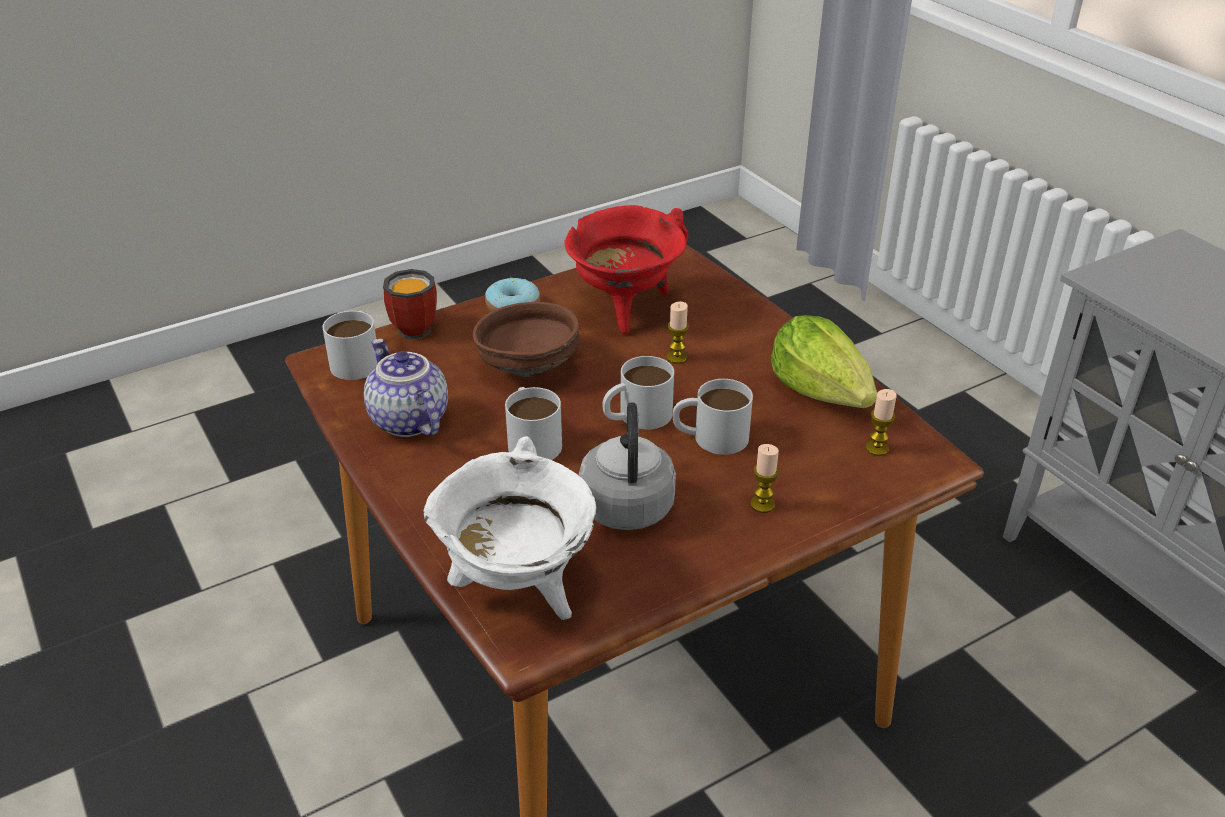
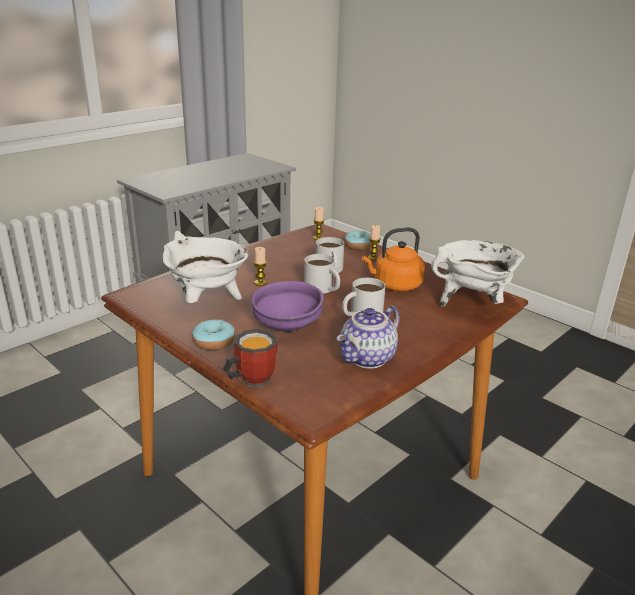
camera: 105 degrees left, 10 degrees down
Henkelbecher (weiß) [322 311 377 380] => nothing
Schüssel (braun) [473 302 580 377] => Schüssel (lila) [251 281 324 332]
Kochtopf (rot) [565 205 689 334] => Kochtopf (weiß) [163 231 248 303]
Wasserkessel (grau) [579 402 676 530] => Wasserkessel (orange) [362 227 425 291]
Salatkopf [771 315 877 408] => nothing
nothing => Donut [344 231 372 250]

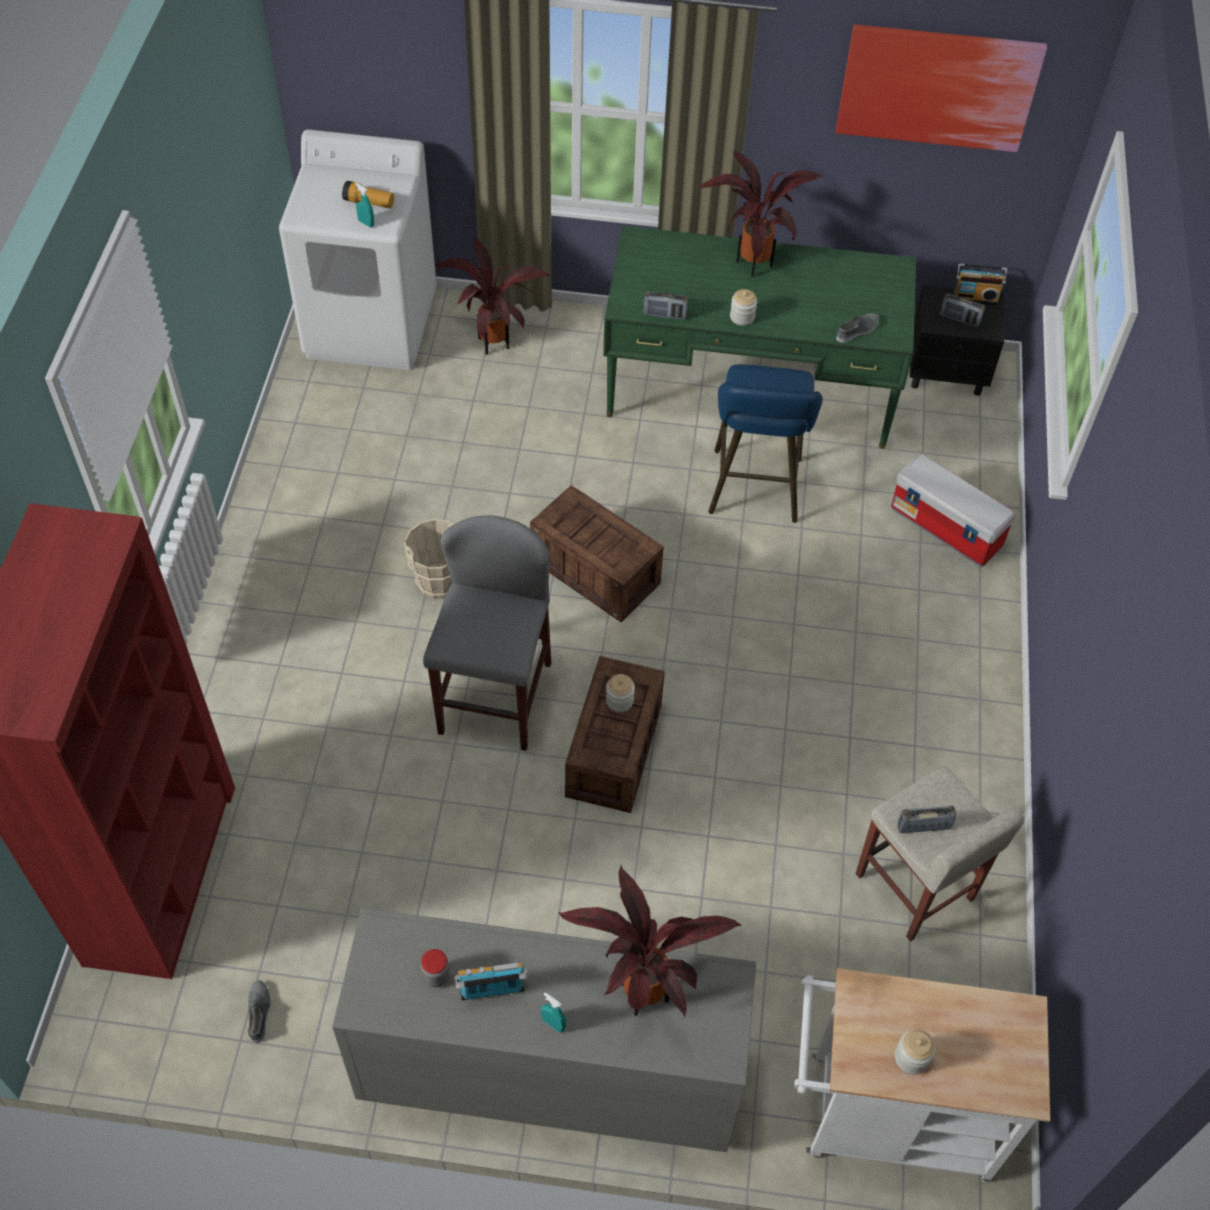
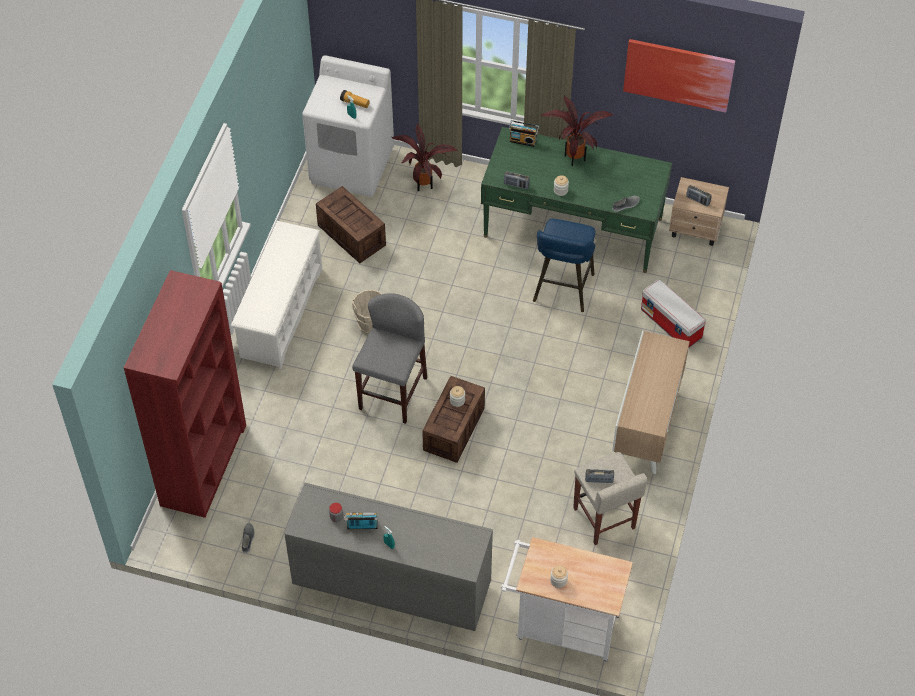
camera: 10 degrees right, 0 degrees up
Kiste [530 485 664 622] => Kiste [316 186 386 263], moved
Topfpflanze [558 866 742 1018] => nothing
Nachttisch (schwarz) [910 286 1004 396] => Nachttisch (beige) [669 177 729 246]
Radio [954 263 1007 305] => Radio [509 120 539 147], moved
nothing => Schuhregal (weiß) [231 221 322 369]
nothing => Schrank [612 331 690 474]

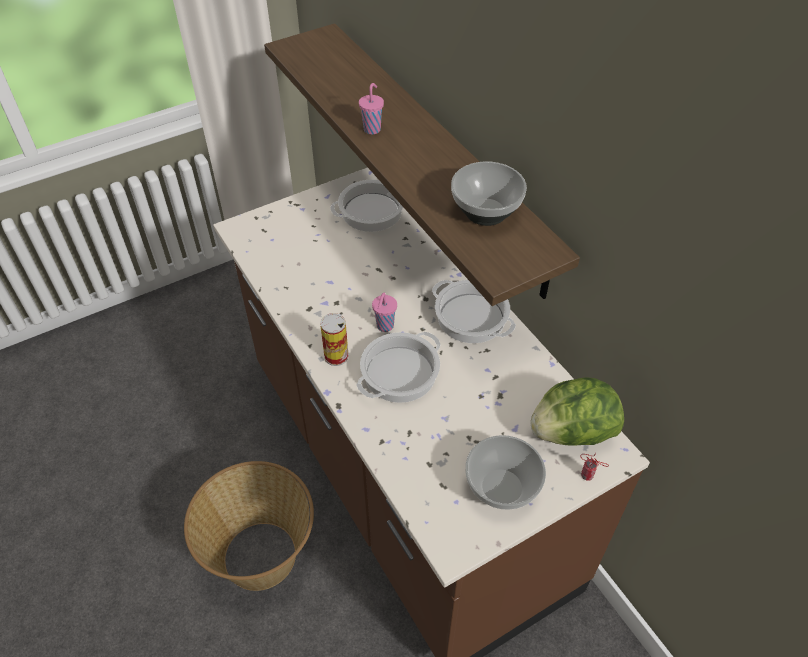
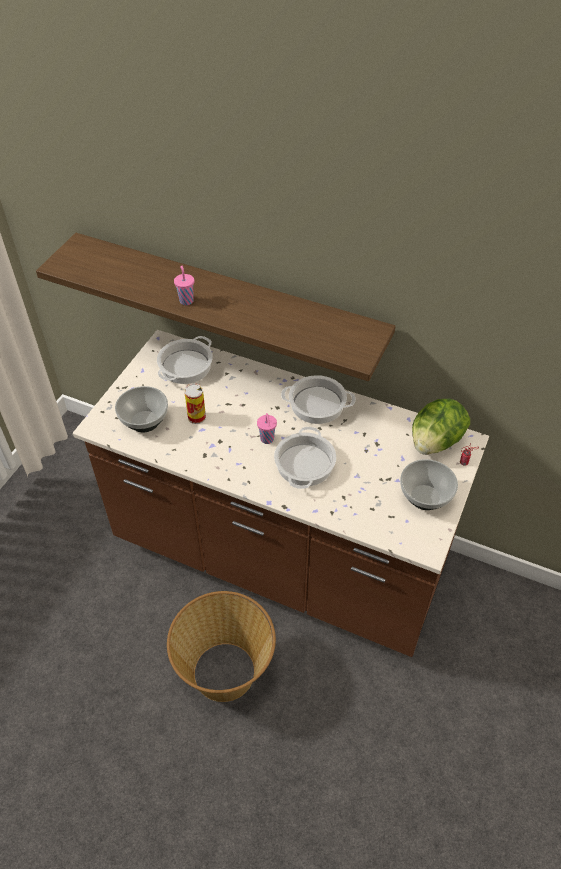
camera: 35 degrees left, 0 degrees up
Dose [320 313 349 366] => Dose [184 384 206 424], moved
Schüssel [451 161 527 226] => Schüssel [115 386 168 432], moved

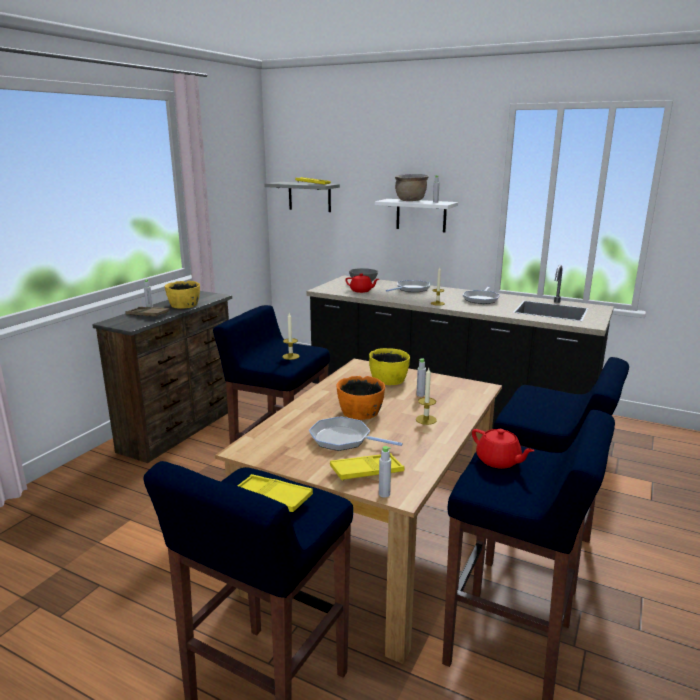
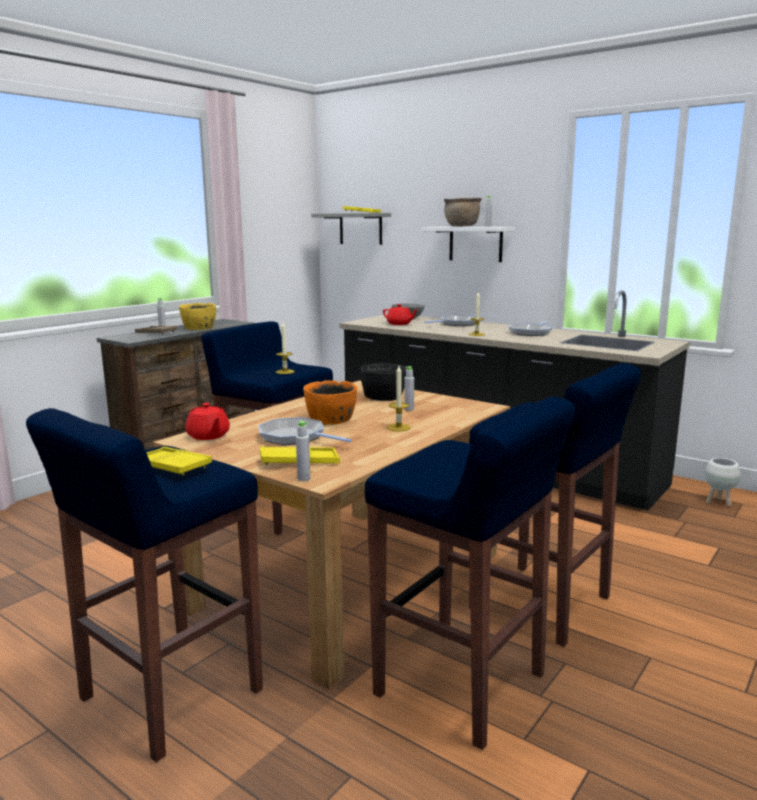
camera: 10 degrees right, 5 degrees down
Schüssel (gelb) [369 348 410 385] => Schüssel (schwarz) [361 363 406 401]
Teekanne (rot) [472 429 535 469] => Teekanne (rot) [185 403 230 440], moved
nothing => Pflanzkübel (weiß) [705 458 740 507]

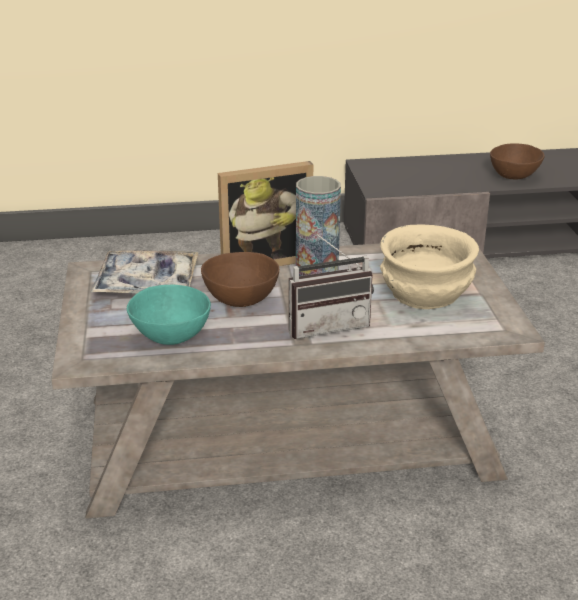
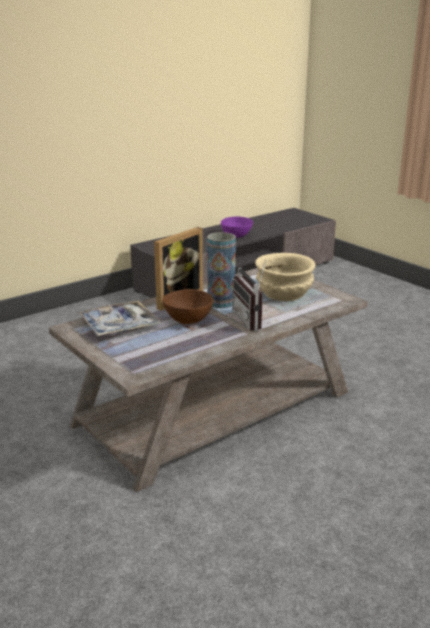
camera: 30 degrees left, 5 degrees down
Schüssel (türkis) [127 285 211 345] => nothing
Radio [289 230 374 339] => Radio [233 259 266 331], 120 degrees clockwise
Schüssel (braun) [490 143 545 179] => Schüssel (lila) [221 216 253 238]

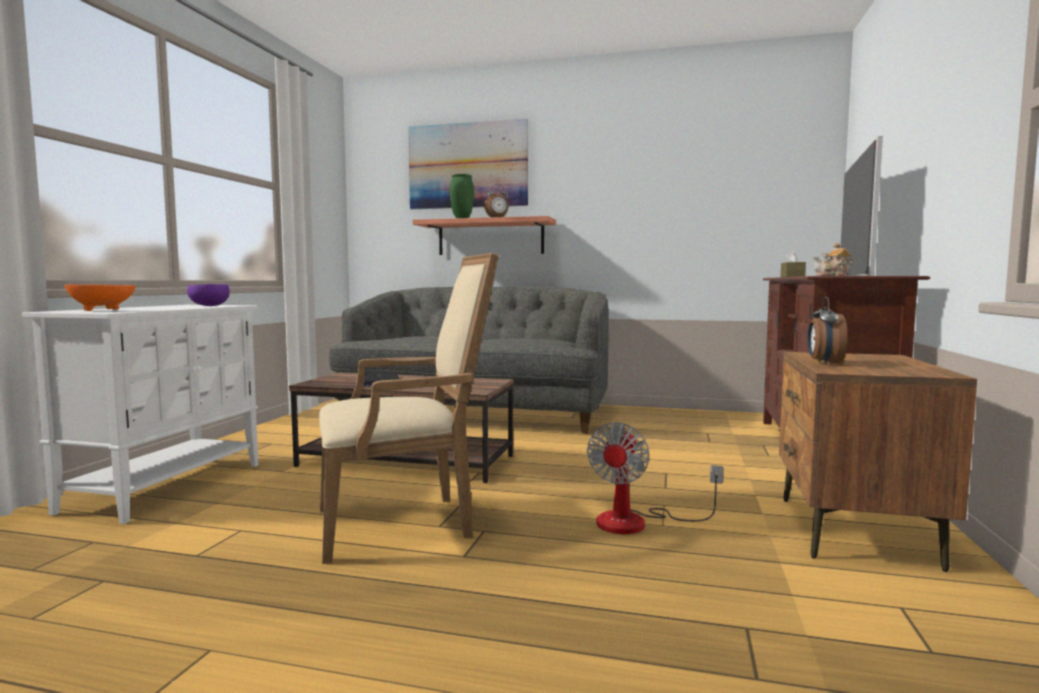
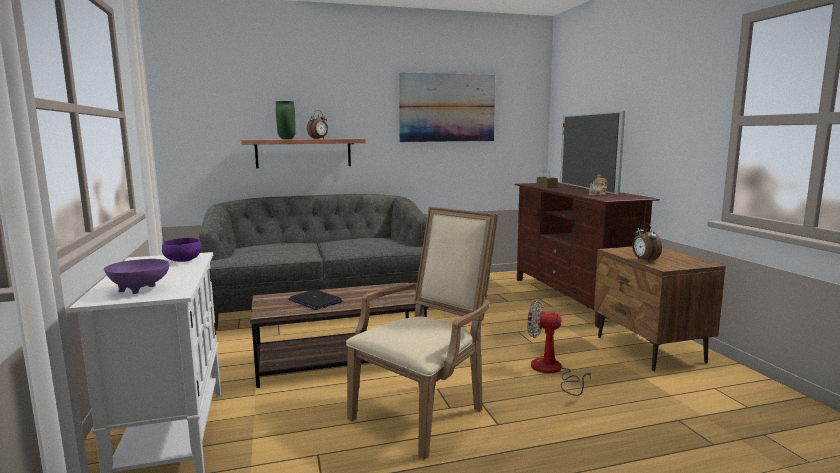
camera: 30 degrees left, 5 degrees up
Schüssel (orange) [64 284 135 311] => Schüssel (lila) [104 259 169 294]
Bild [408 119 528 209] => Bild [399 72 495 142], moved
Ventilator [587 422 723 534] => Ventilator [527 301 592 396], 120 degrees clockwise

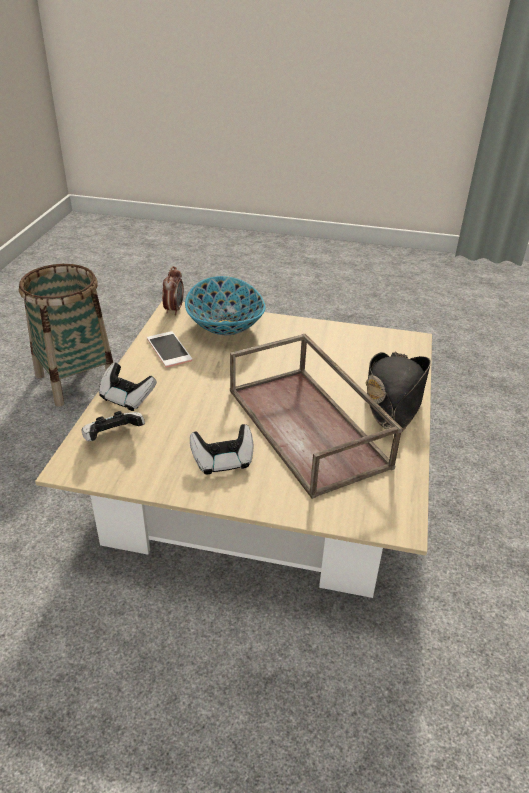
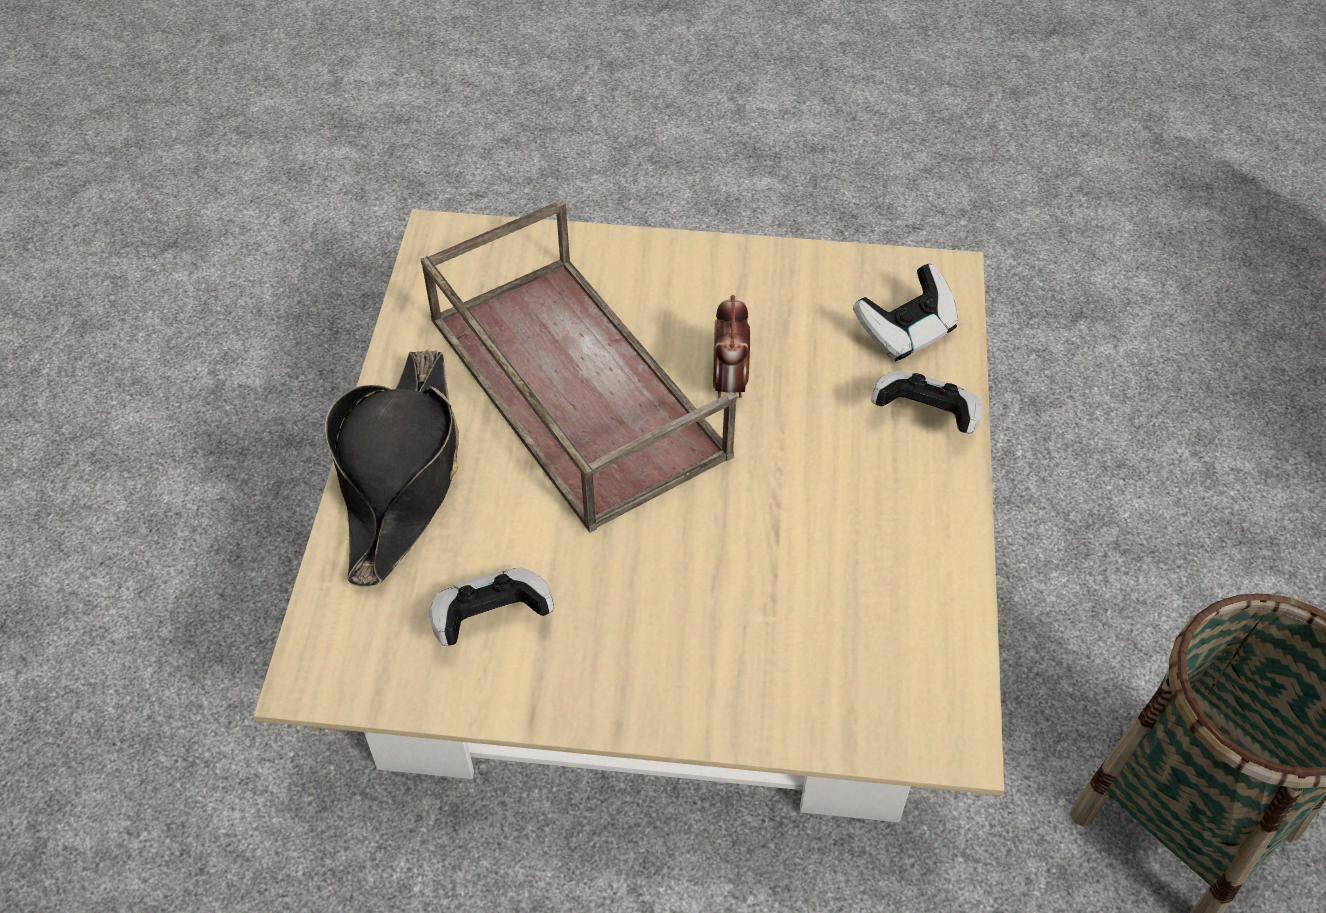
camera: 175 degrees right, 15 degrees up
Handy [147 331 192 367] => nothing
Wecker [162 266 184 315] => Wecker [713 295 750 398], moved
Schüssel [185 276 265 335] => nothing
Gamepad [190 424 253 474] => Gamepad [430 567 554 646], moved

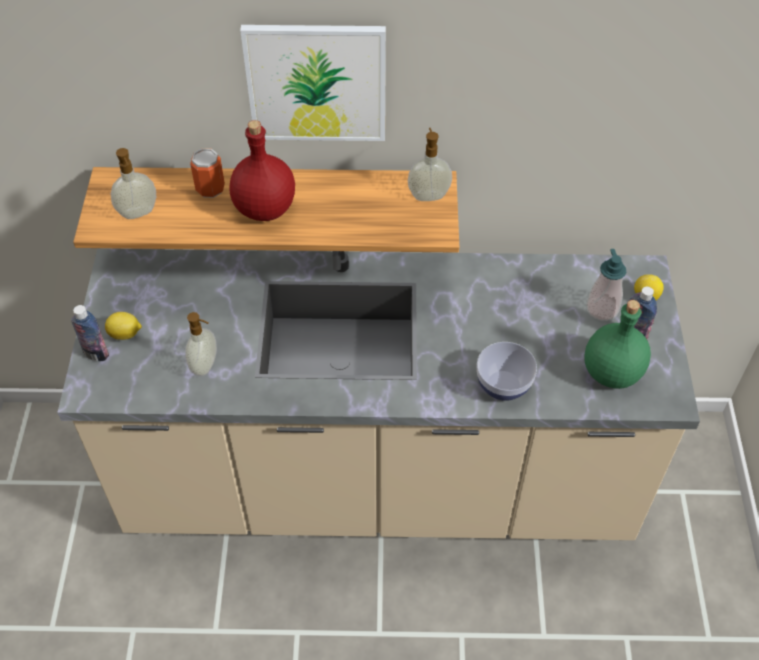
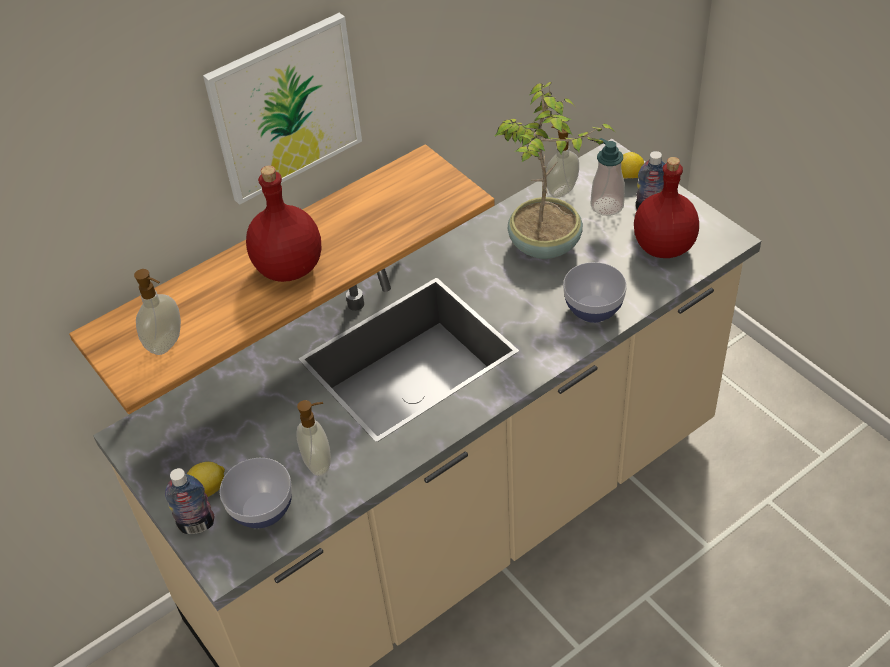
camera: 35 degrees left, 5 degrees down
Dose [190 148 225 198] => nothing
Seifenspender [408 128 452 201] => Seifenspender [546 126 579 198], moved
Flasche (grün) [584 300 651 389] => Flasche (rot) [634 157 699 258]
nothing => Schüssel [220 458 292 528]
nothing => Topfpflanze [494 82 615 259]

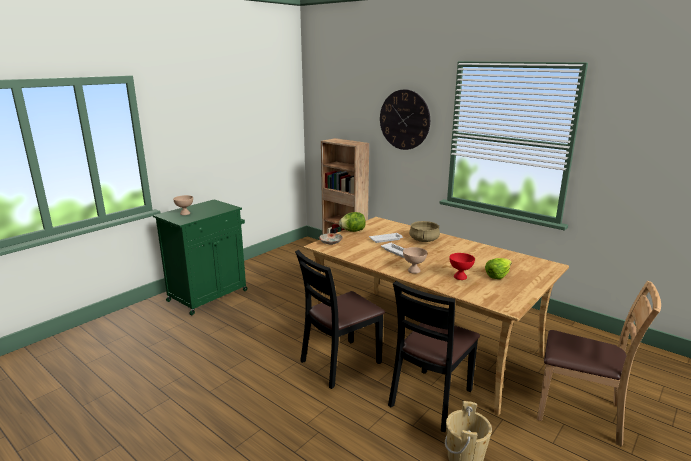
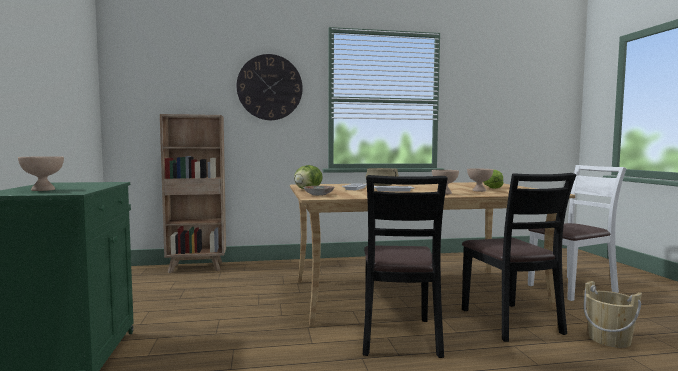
camera: 50 degrees left, 15 degrees down
Schüssel (rot) [449 253 475 280] => Schüssel (beige) [467 169 493 192]
Stuhl (braun) [537 281 661 447] => Stuhl (weiß) [528 165 627 301]

